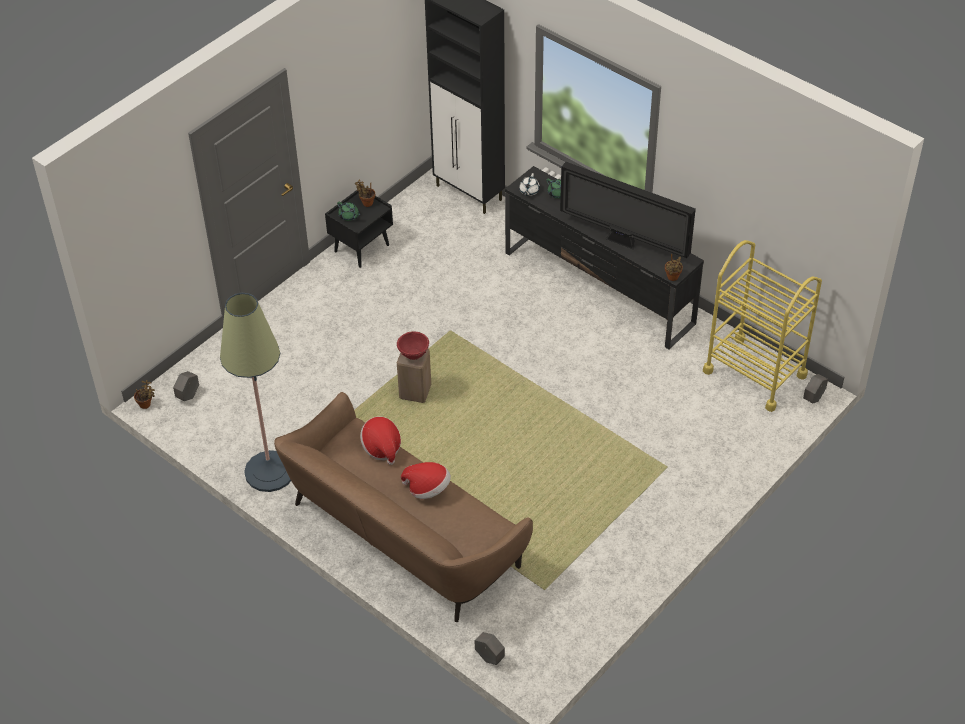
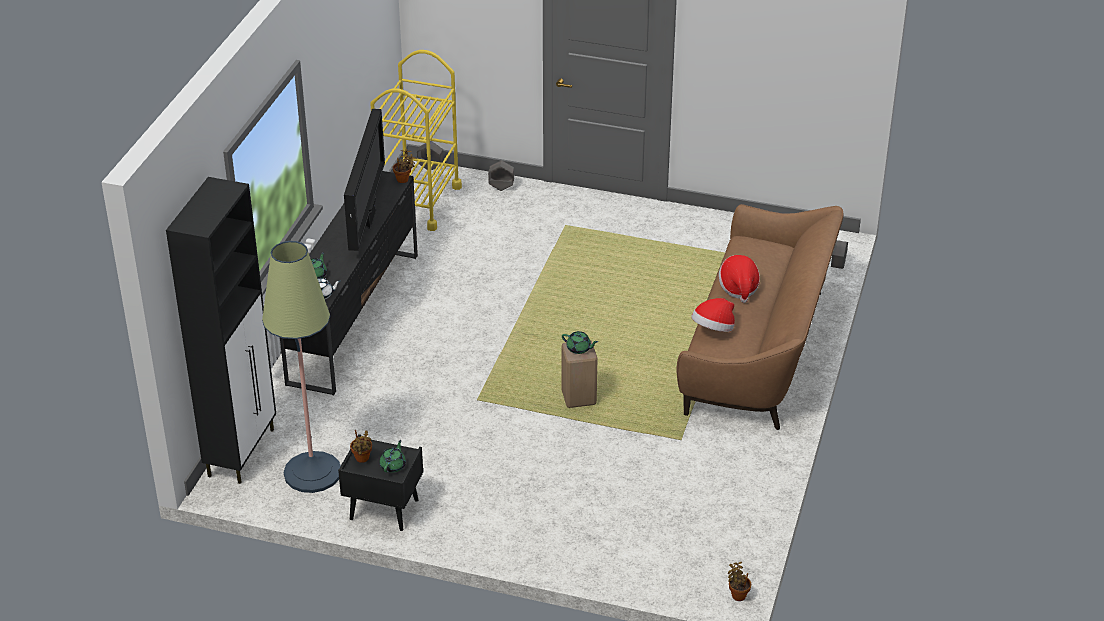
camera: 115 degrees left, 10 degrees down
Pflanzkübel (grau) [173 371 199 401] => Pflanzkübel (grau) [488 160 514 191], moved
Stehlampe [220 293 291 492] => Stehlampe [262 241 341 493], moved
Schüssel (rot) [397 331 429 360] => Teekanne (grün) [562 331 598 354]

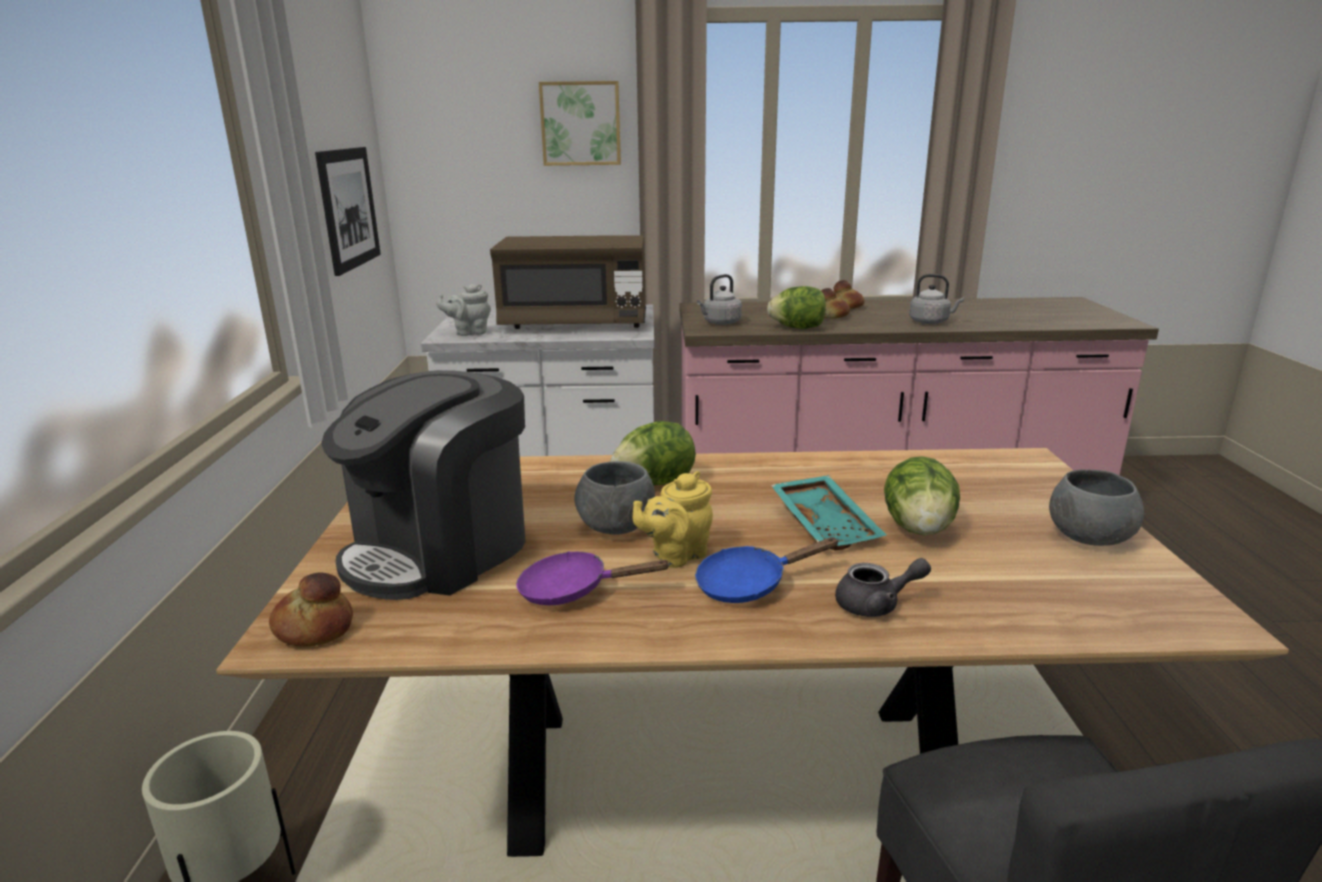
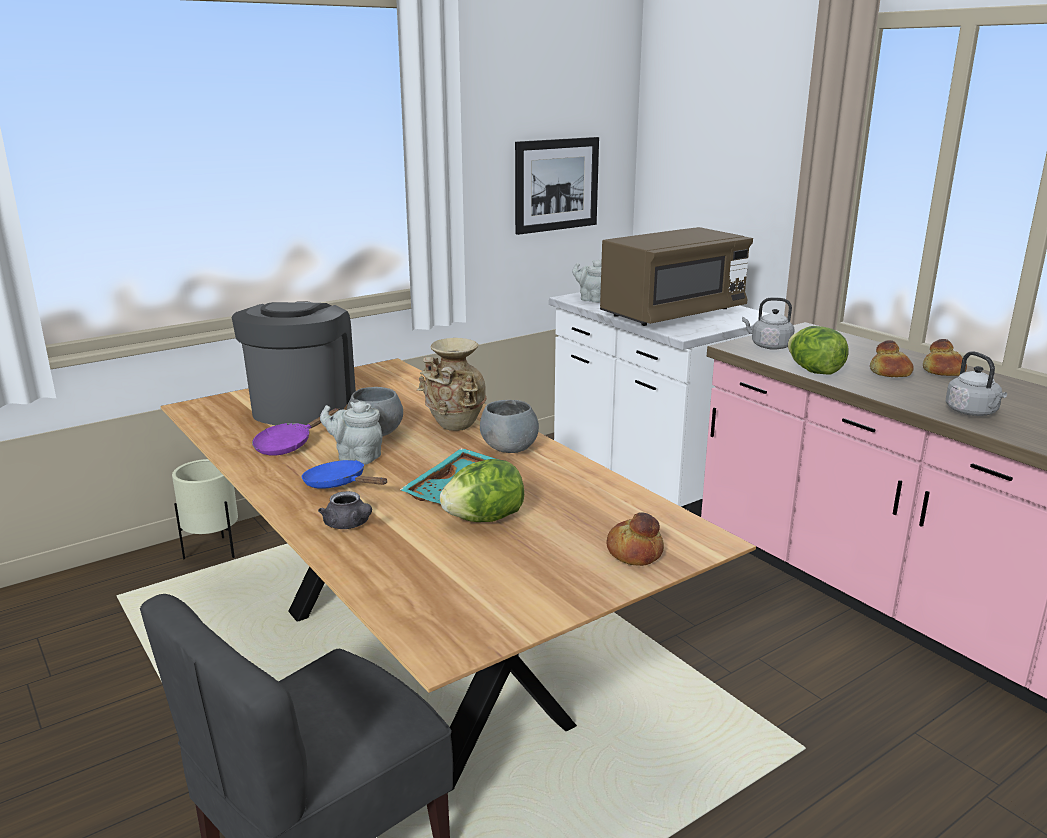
camera: 55 degrees right, 0 degrees up
Brot [269 573 353 647] => Brot [606 512 664 566], moved
Kaffeemaschine [321 370 526 600] => Kaffeemaschine [232 301 356 425], 90 degrees clockwise
Mikrowelle (braun) [490 235 646 329] => Mikrowelle (braun) [600 227 753 326], 90 degrees counterclockwise
Pfanne (lila) [516 551 671 605] => Pfanne (lila) [252 408 340 456], 105 degrees counterclockwise
Bild [539 81 621 166] => nothing
Salatkopf [611 421 696 485] => Vase (beige) [417 338 487 431]
Teekanne (gelb) [632 471 713 568] => Teekanne (grau) [320 401 382 465]
Schüssel (grau) [1049 469 1144 546] => Schüssel (grau) [480 400 539 453], moved

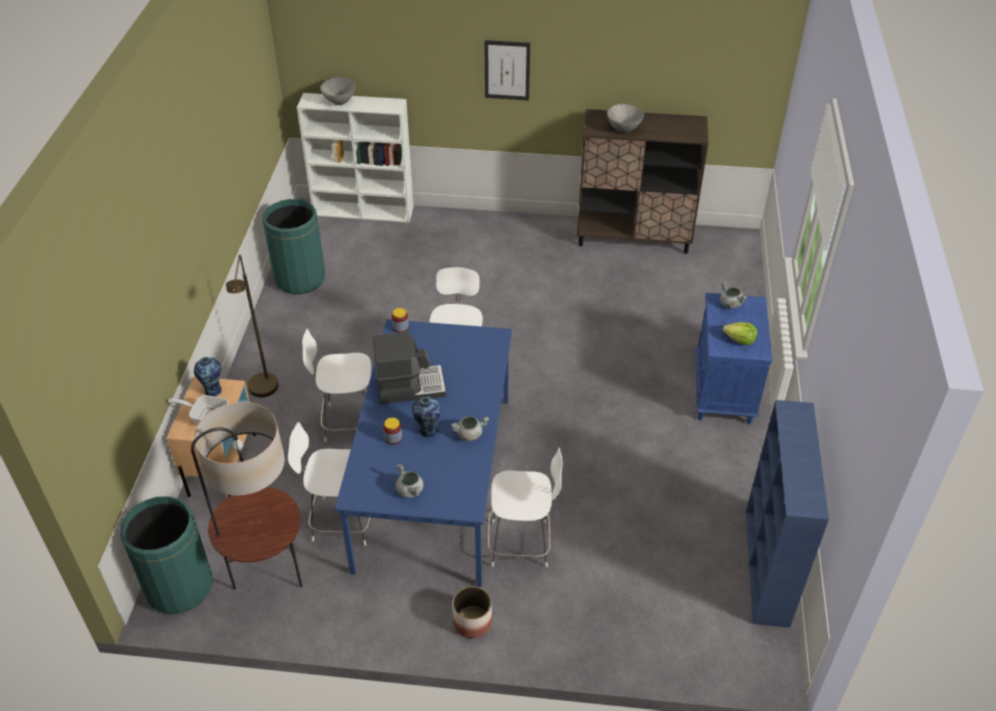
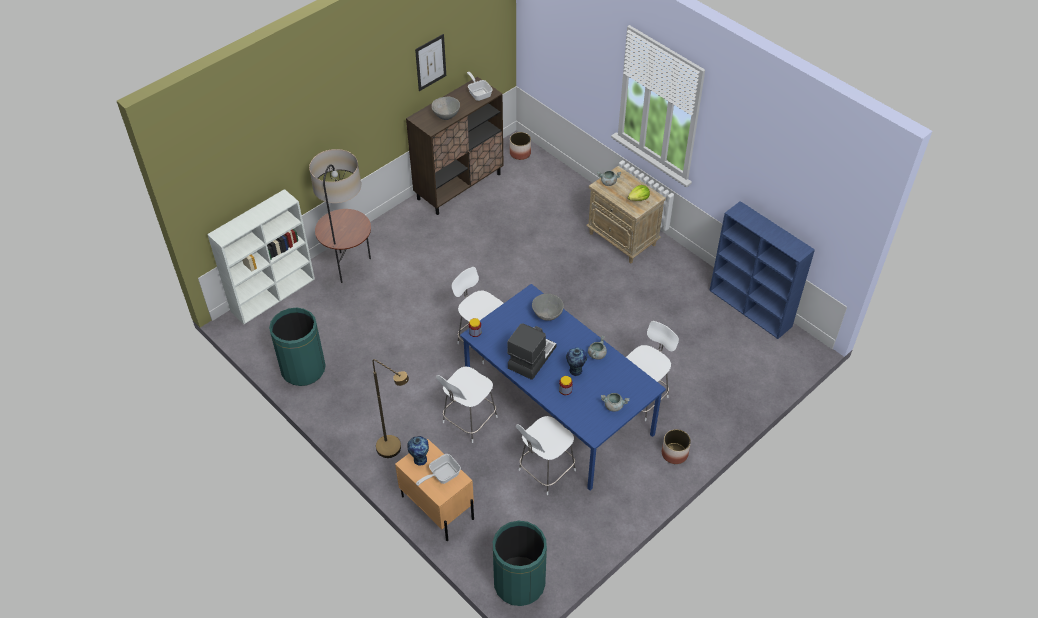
camera: 50 degrees left, 5 degrees up
Stehlampe [191 402 303 589] => Stehlampe [309 149 371 283], moved
Schüssel (grau) [320 77 355 105] => Schüssel (grau) [532 294 564 321], moved
Bild [484 40 530 100] => Bild [415 34 446 91], moved
Nachttisch (blau) [695 293 772 425] => Nachttisch (beige) [586 166 666 263]
nothing => Pfanne [467 72 493 101]
nothing => Pflanzkübel [510 132 531 160]

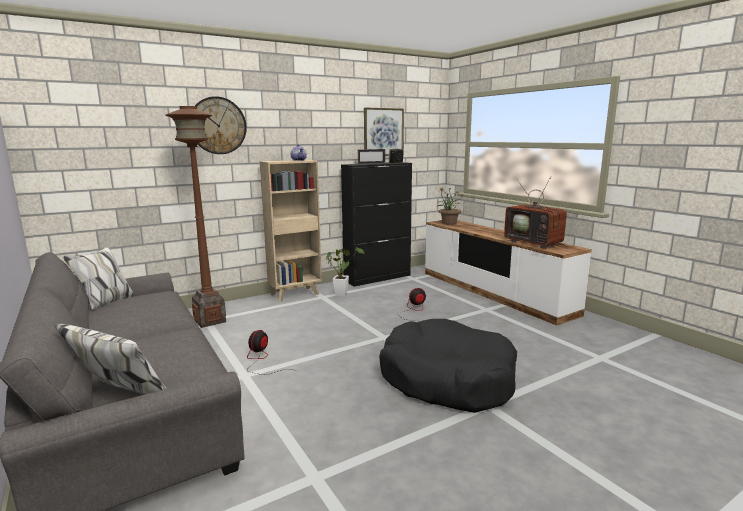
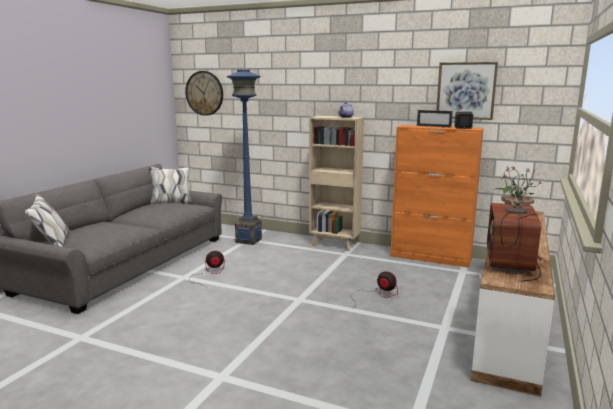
camera: 55 degrees right, 0 degrees up
Stehlampe (braun) [166 106 226 328] => Stehlampe (blau) [226 70 262 245]
Wanduhr [195 96 247 154] => Wanduhr [185 71 223 116], moved
Topfpflanze [326 247 364 297] => nothing
Schrank (schwarz) [341 162 412 287] => Schrank (orange) [390 125 484 268]
Hundebett (schwarz) [379 319 517 413] => nothing

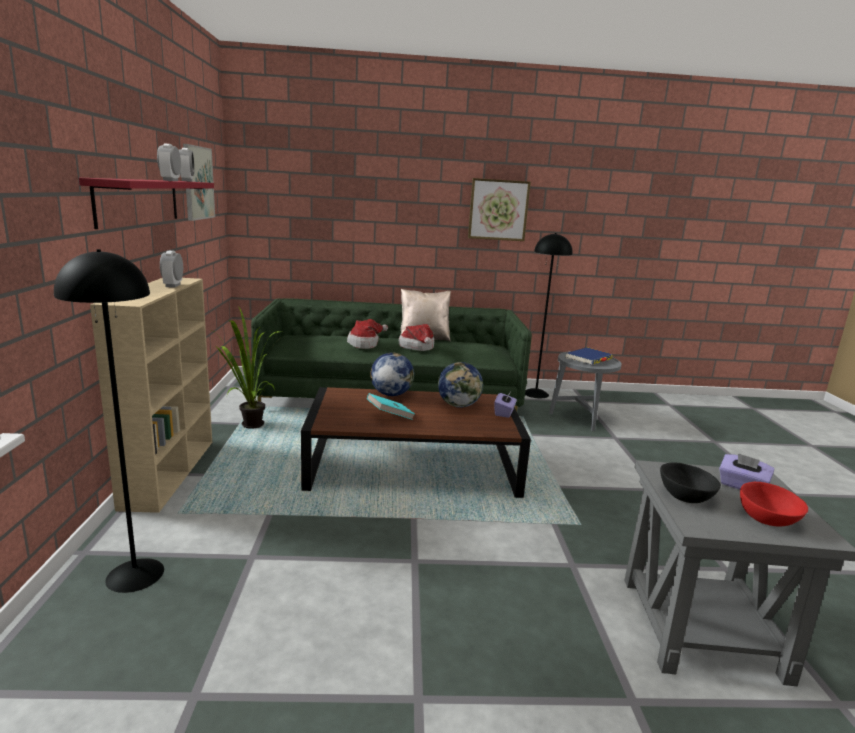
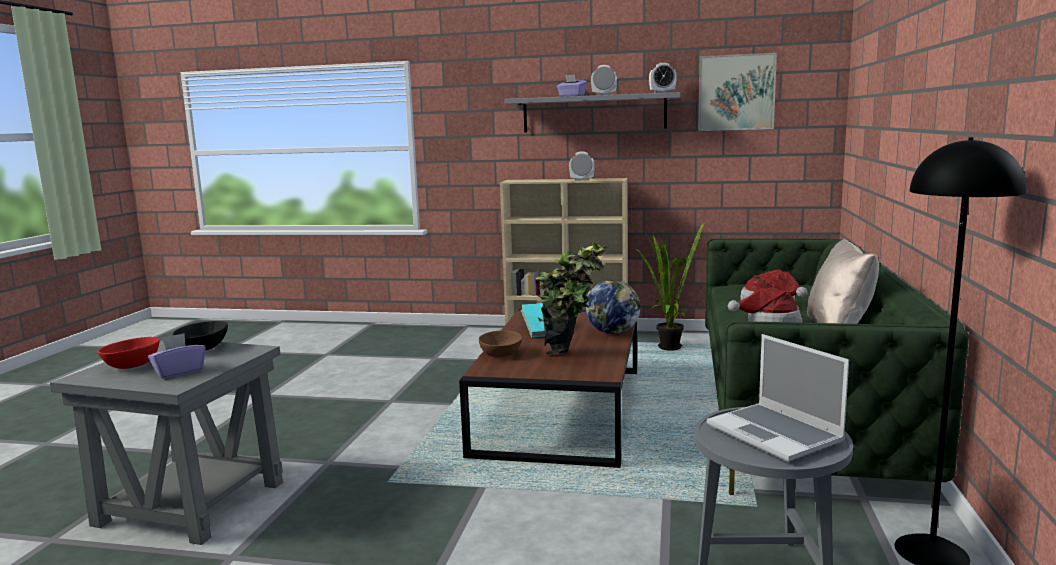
camera: 105 degrees right, 5 degrees down
Stehlampe (schwarz) [54 249 164 593] => nothing
Wandregal (rot) [79 178 214 229] => Wandregal (grau) [504 92 680 132]
Globus [438 362 483 408] => Topfpflanze [535 243 610 354]
Bild [468 178 531 241] => nothing
Taschentuchbox (lila) [494 393 517 418] => Taschentuchbox (lila) [556 74 587 97], moved
Buch (blau) [566 347 613 365] => Laptop [707 334 849 462]
nothing => Schüssel (braun) [479 330 522 357]

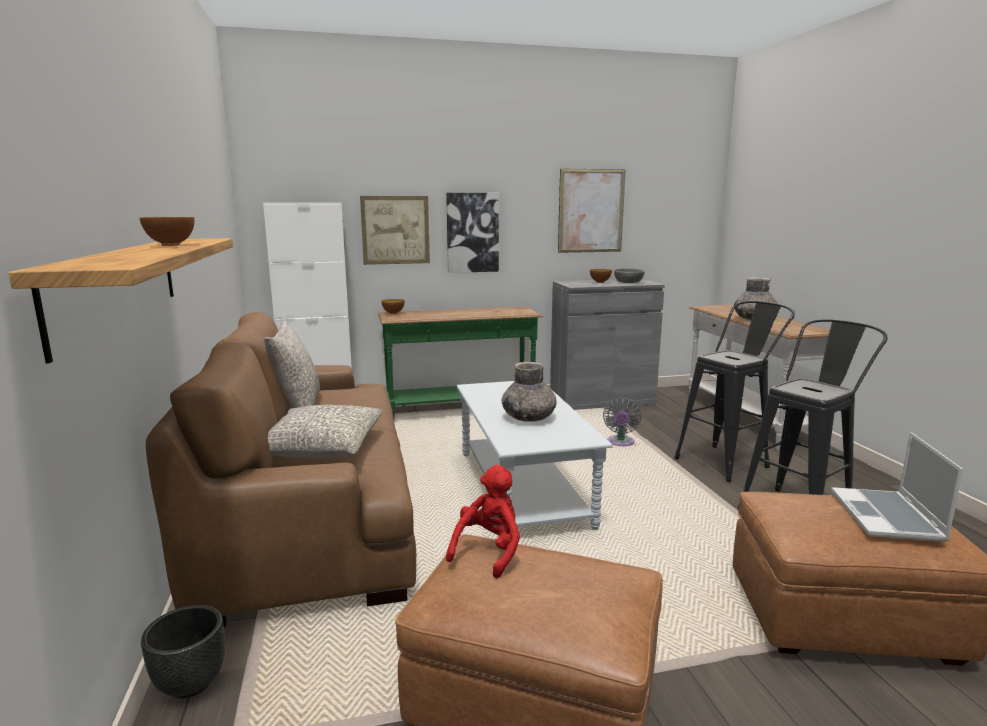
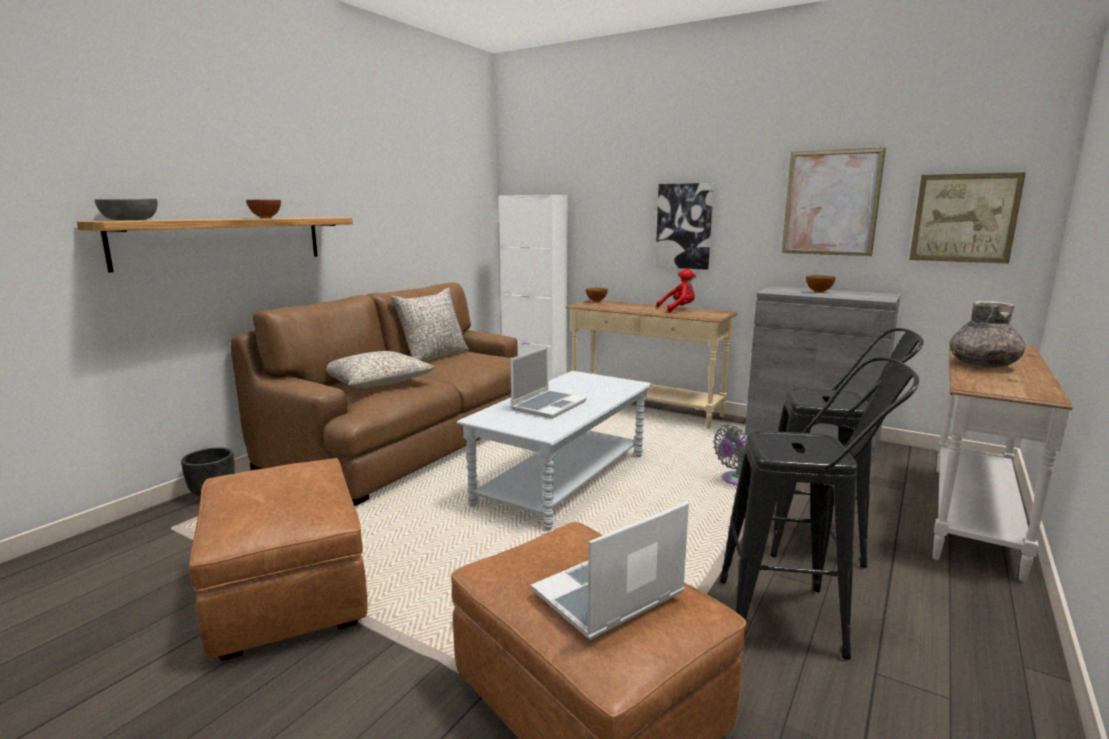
camera: 45 degrees right, 0 degrees up
Bild [360 196 430 265] => Bild [909 172 1026 264], moved
Konsolentisch (grün) [378 307 543 418] => Konsolentisch (beige) [565 300 737 428]
Plüschtier (rot) [446 465 520 578] => Plüschtier (rot) [656 269 696 312], moved
Vase (grau) [502 362 557 422] => Laptop [510 347 587 419]
Schüssel (grau) [614 268 645 283] => Schüssel (grau) [95 198 157 221], moved

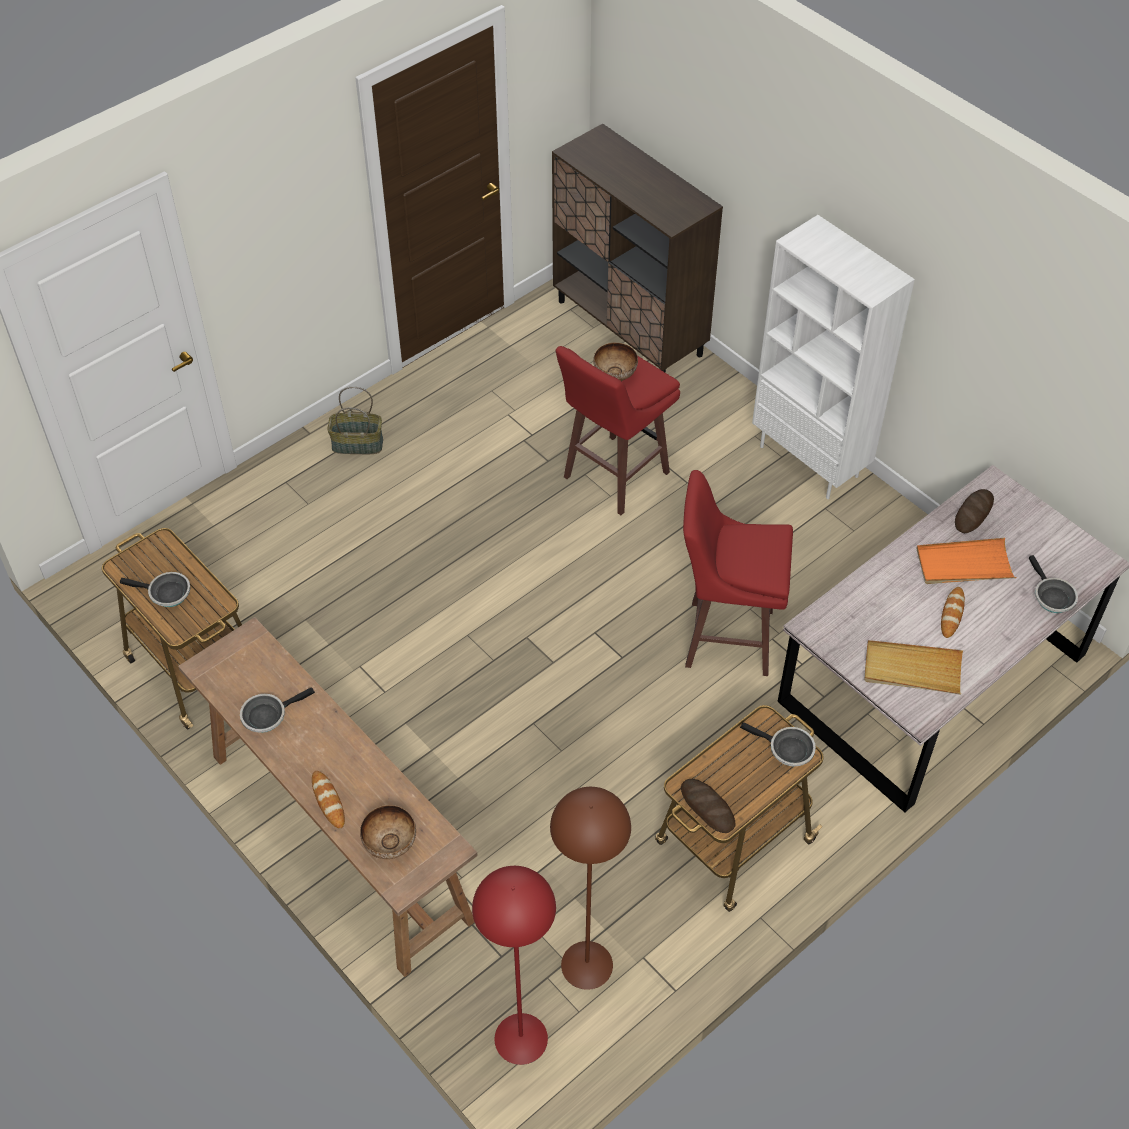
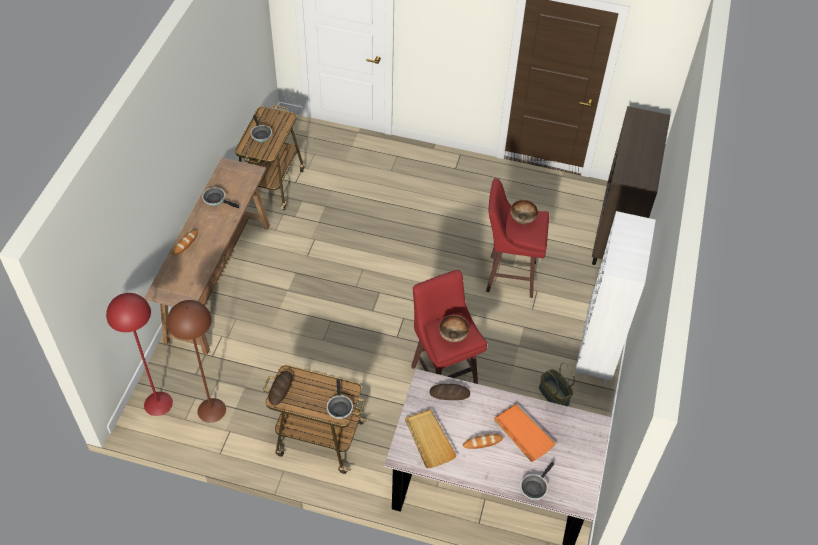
camera: 55 degrees right, 0 degrees up
Korb [327 387 383 454] => Korb [539 363 575 406], moved
Schüssel [360 805 416 859] => Schüssel [439 315 469 343], moved
Brot [955 489 994 533] => Brot [430 384 470 400], moved

